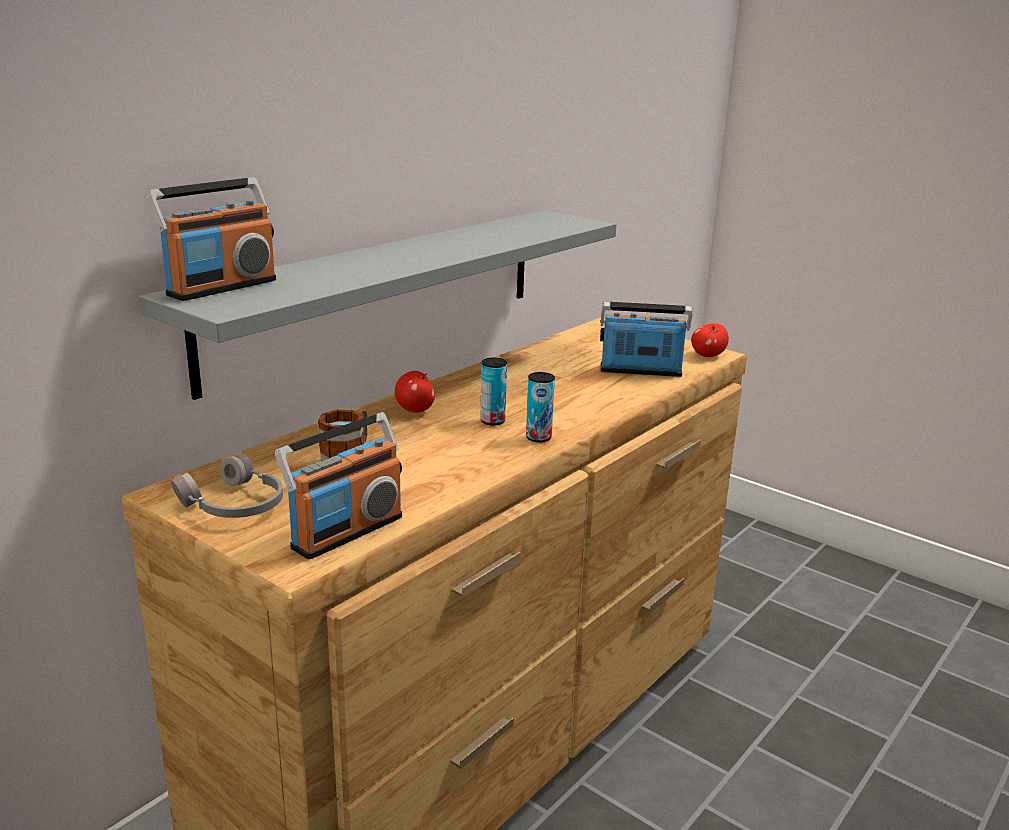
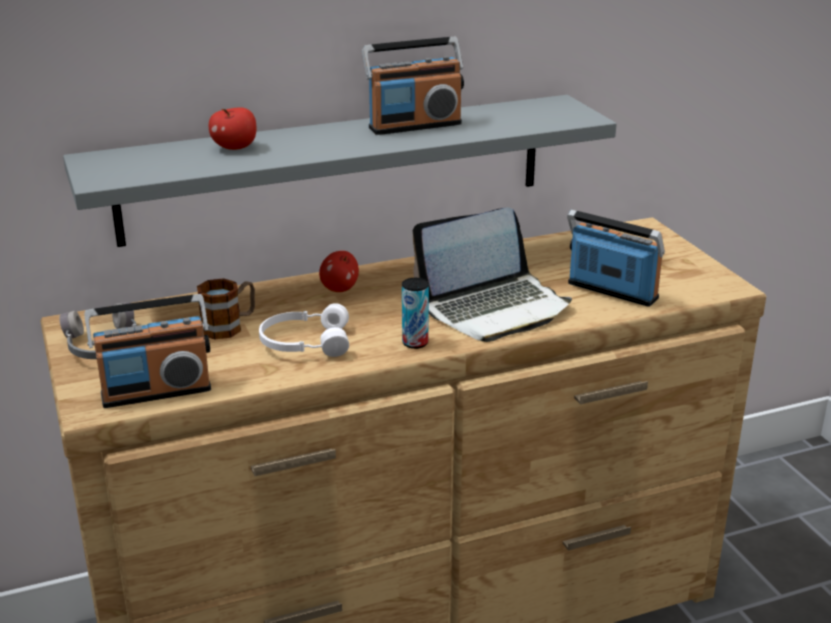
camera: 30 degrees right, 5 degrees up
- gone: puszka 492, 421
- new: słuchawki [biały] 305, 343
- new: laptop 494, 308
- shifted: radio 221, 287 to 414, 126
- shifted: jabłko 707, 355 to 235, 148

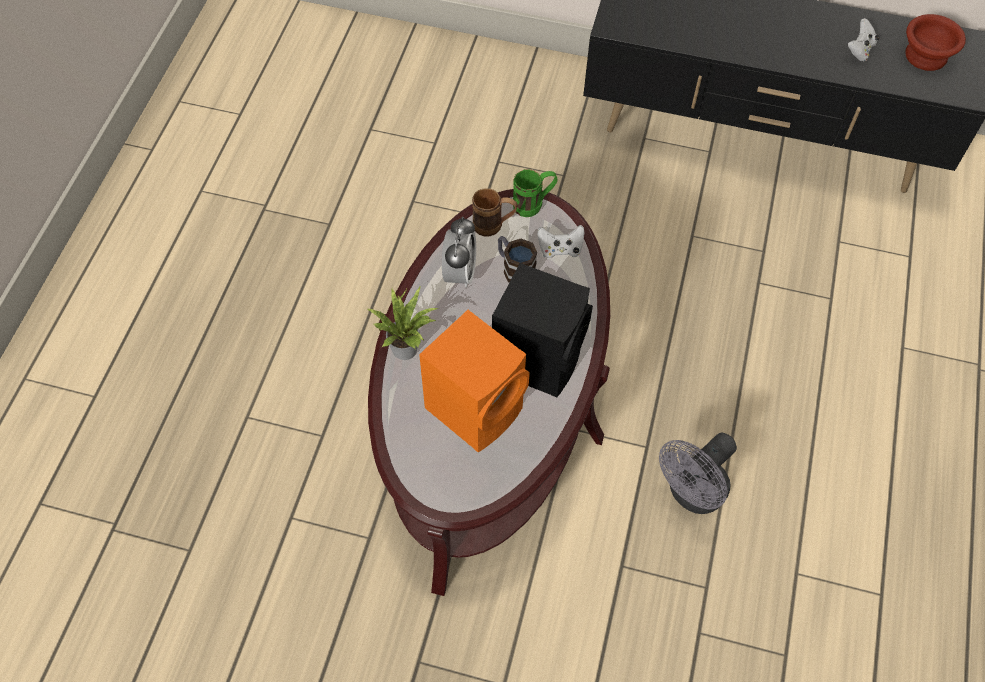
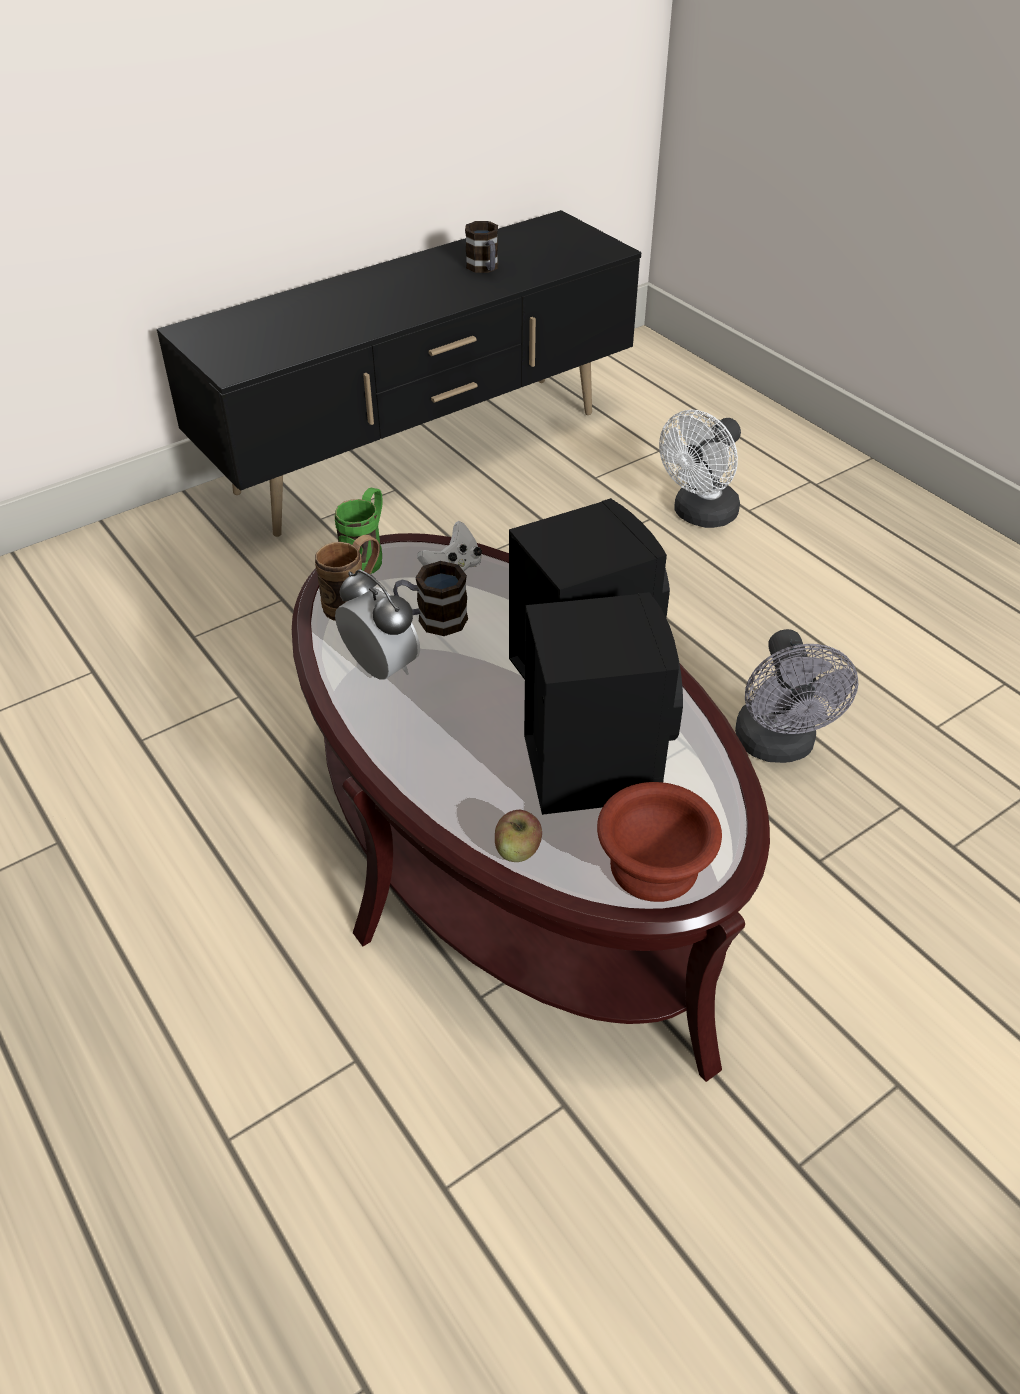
camera: 50 degrees left, 15 degrees down
- gone: roślina doniczkowa 407, 347
- new: jabłko 517, 850
- new: wentylator [biały] 699, 516
- shifted: miska [brązowy] 925, 57 to 655, 870
- swapped: pad do gier [biały] 859, 50 to kubek 484, 268
- repainted: głośnik [pomarańczowy] 477, 407 to głośnik [czarny] 591, 764

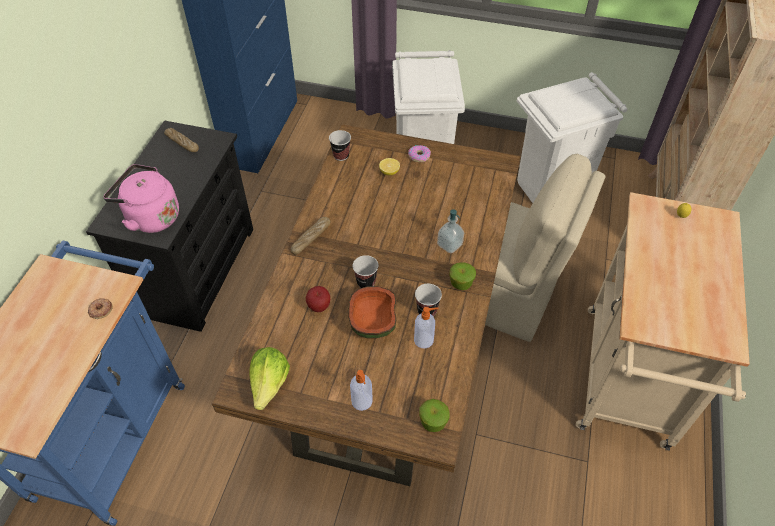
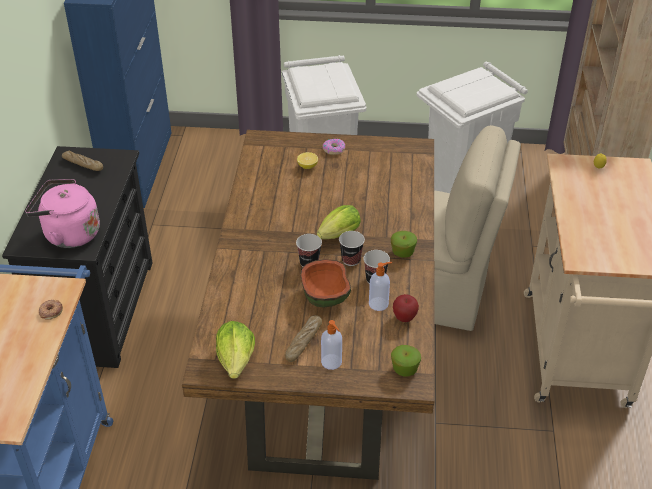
camera: 10 degrees left, 10 degrees down
- gone: dozownik mydła 449, 245
- new: sałata 337, 236
- shifted: chleb 311, 238 to 304, 341
- shifted: jabłko 319, 307 to 404, 318
- shifted: filiżanka 341, 155 to 351, 260

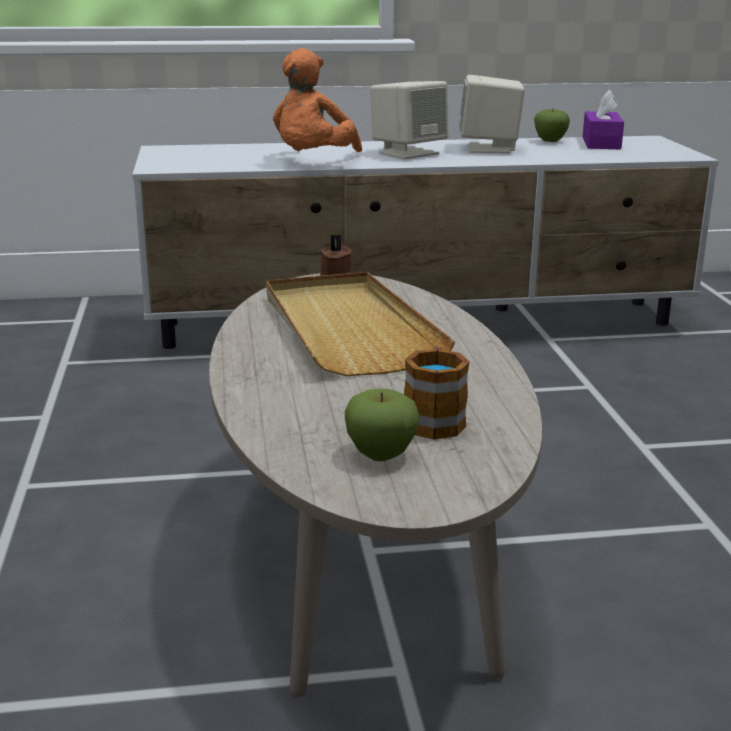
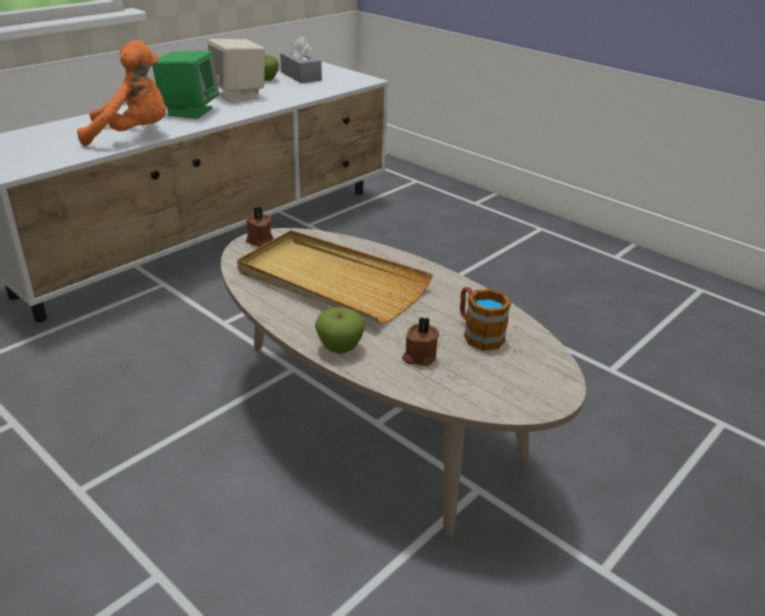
camera: 40 degrees left, 10 degrees up
- new: świeca [brązowy] 419, 356
- shifted: jabłko 381, 454 to 339, 348
- repainted: głośnik [beżowy] 408, 153 to głośnik [zielony] 189, 111
- repainted: pudełko chusteczek [fioletowy] 601, 143 to pudełko chusteczek [szary] 301, 76
- rotated: pluszak [pomarańczowy] 313, 161 = 132, 135 75 degrees counterclockwise

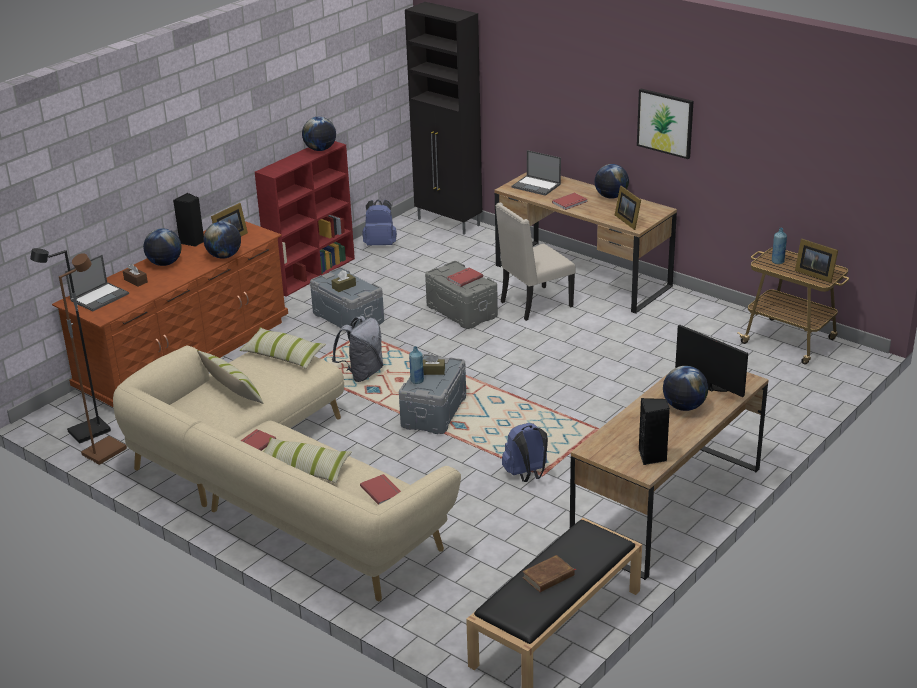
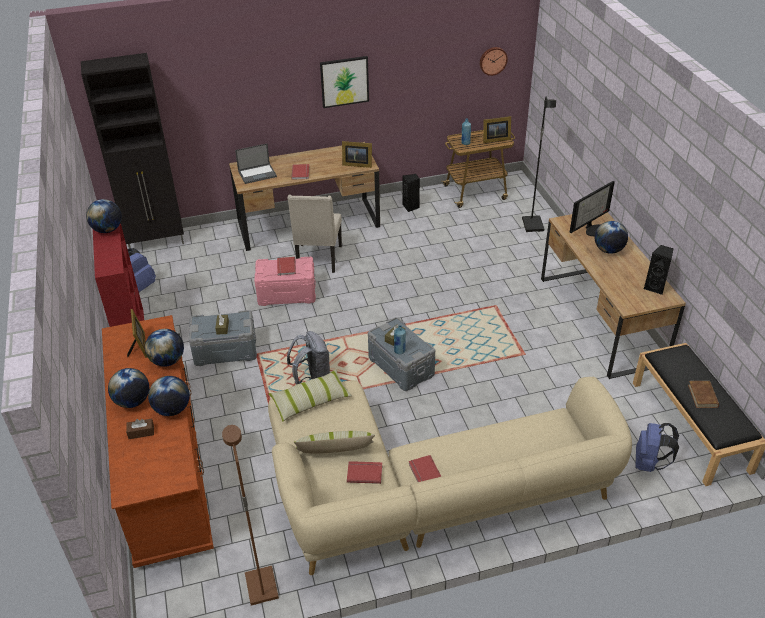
camera: 55 degrees left, 10 degrees up
- gone: laptop 100, 297
- gone: poduszka 303, 468
- new: zegar ścienny 492, 60
- shifted: lampa stojąca [czarny] 89, 432 to 533, 225
- shifted: głośnik [czarny] 192, 242 to 411, 207
- shifted: książka [czerwony] 382, 491 to 364, 472
- shifted: plecak [niebieski] 526, 475 to 649, 463
- shifted: globus 611, 197 to 172, 409
- repainted: pojemnik do przechowywania [szary] 461, 311 to pojemnik do przechowywania [różowy] 287, 294
- rotated: monitor 713, 385 = 593, 229 150 degrees clockwise

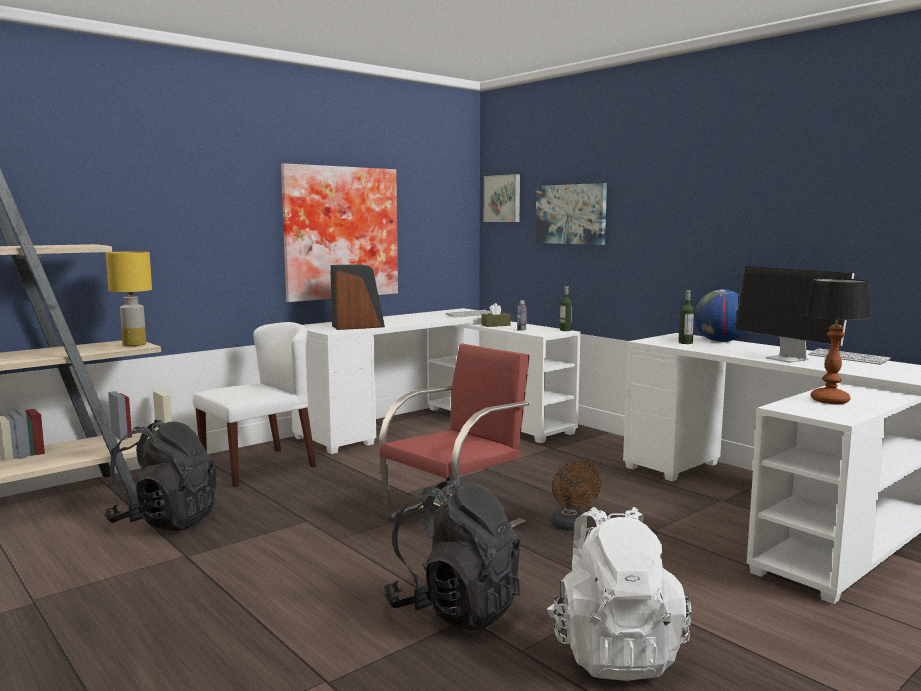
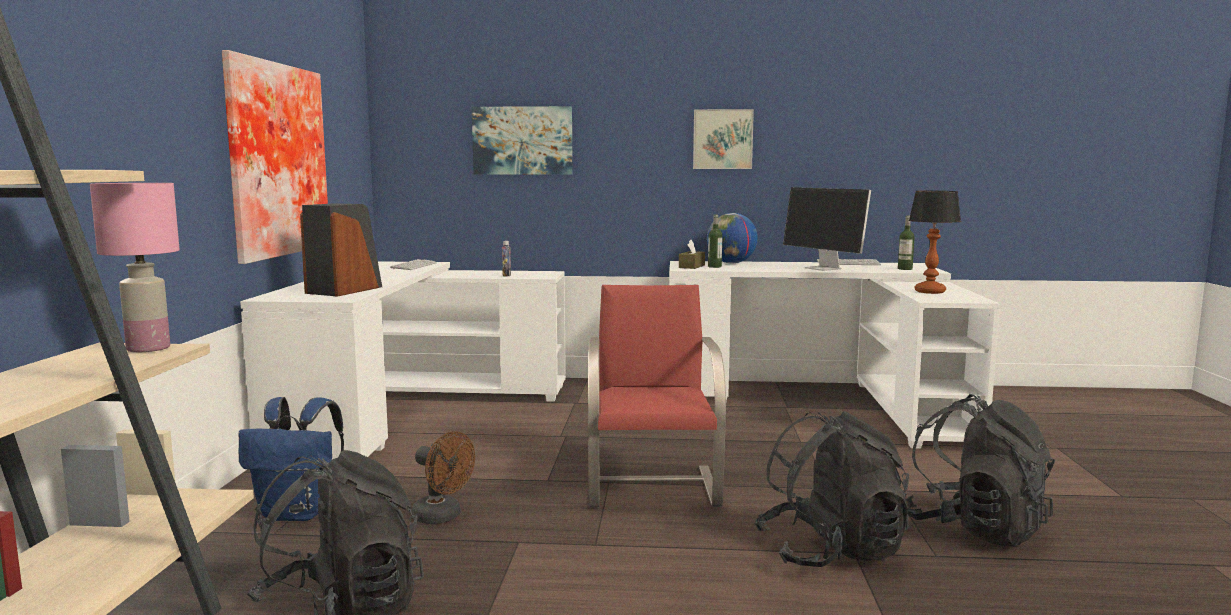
camera: 45 degrees left, 0 degrees up
- shifted: pudełko chusteczek [brązowy] 496, 325 to 691, 266
- shifted: obraz 503, 198 to 722, 139
- shifted: wentylator [brązowy] 571, 527 to 442, 517
- shifted: butelka 565, 330 to 905, 269
- swapped: krzesło [biały] 259, 467 to plecak [niebieski] 299, 513
- repainted: lampa stołowa [żółty] 134, 344 to lampa stołowa [różowy] 147, 348
- repainted: plecak [biały] 614, 651 to plecak [czarny] 974, 528
- rotated: monitor 788, 359 = 824, 268 45 degrees clockwise

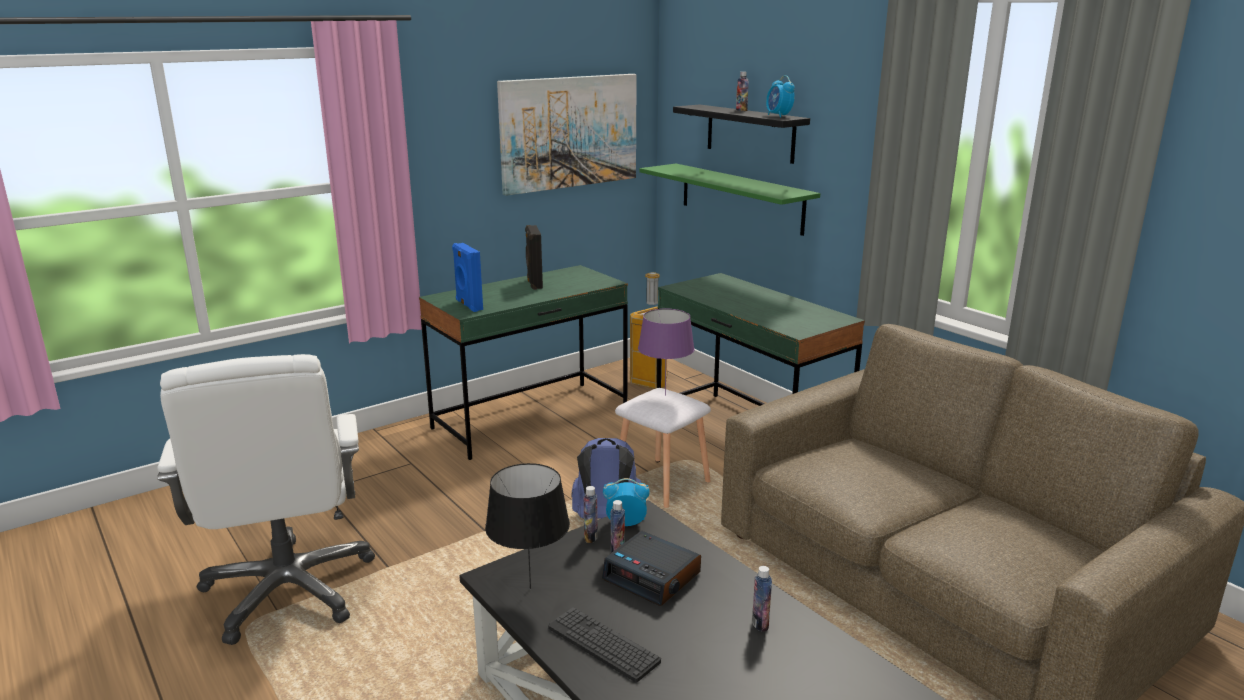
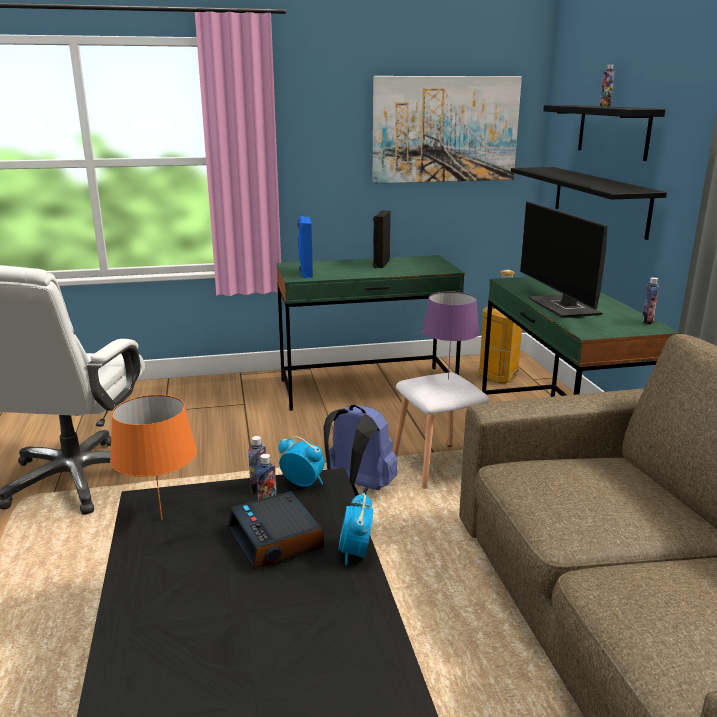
camera: 25 degrees right, 0 degrees up
- gone: klawiatura 603, 644
- new: monitor 564, 307
- shifted: butelka 760, 624 to 647, 322
- shifted: budzik 778, 116 to 355, 553
- repainted: lampa stołowa [czarny] 530, 588 to lampa stołowa [pomarańczowy] 162, 519
- repainted: półka [zielony] 741, 198 to półka [czarny] 599, 200

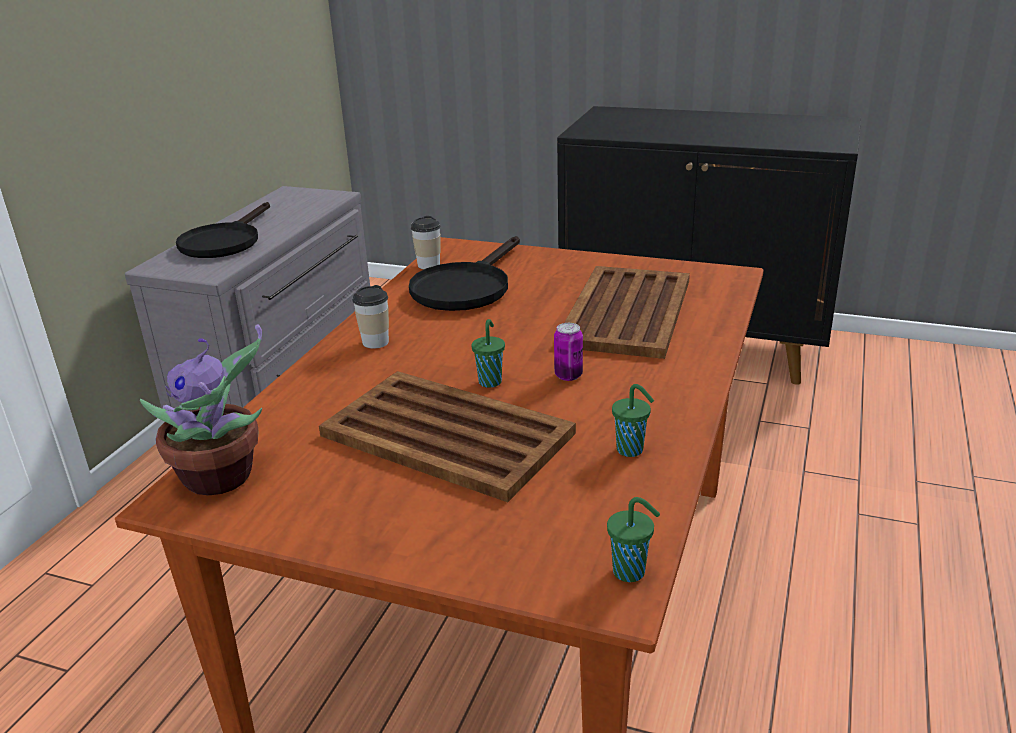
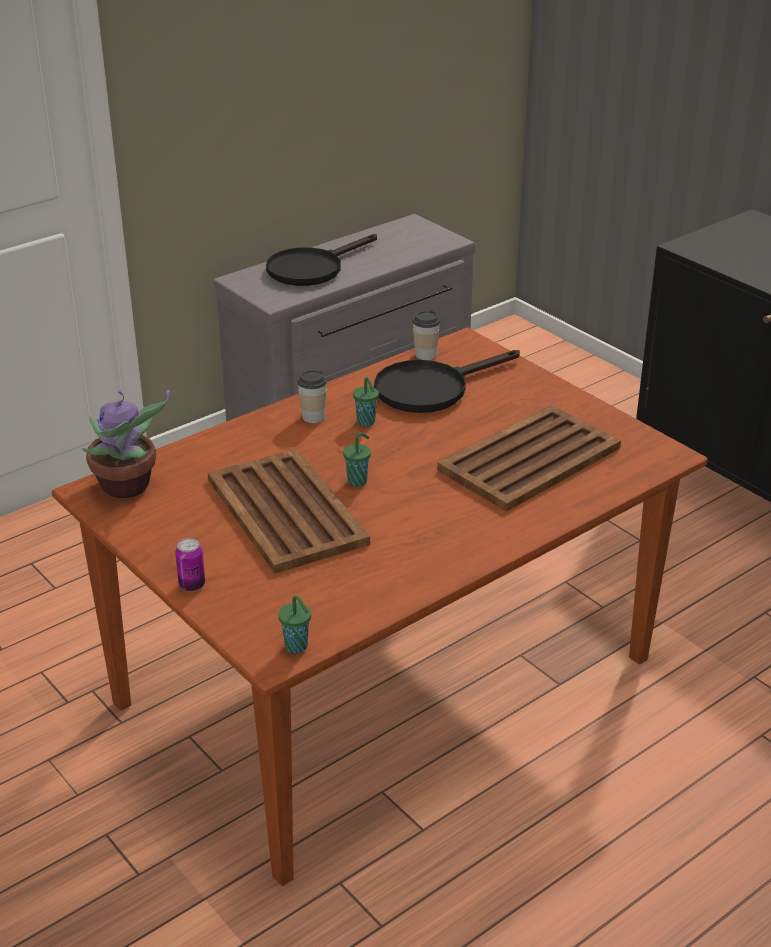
camera: 30 degrees right, 5 degrees up
- shifted: puszka 568, 375 to 192, 585
- shifted: filiżanka [zielony] 631, 450 to 366, 422

